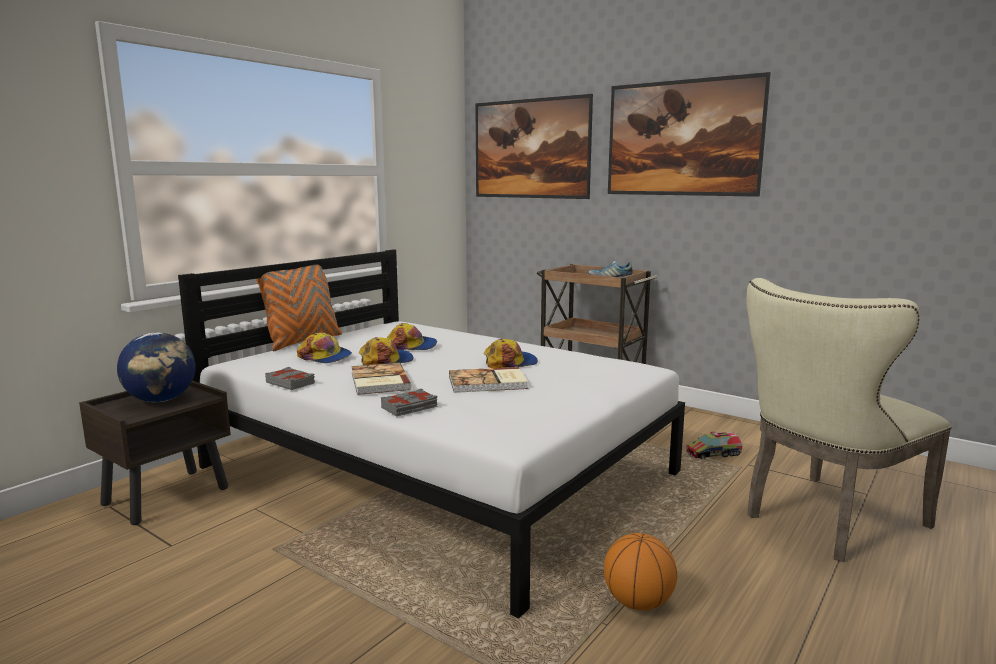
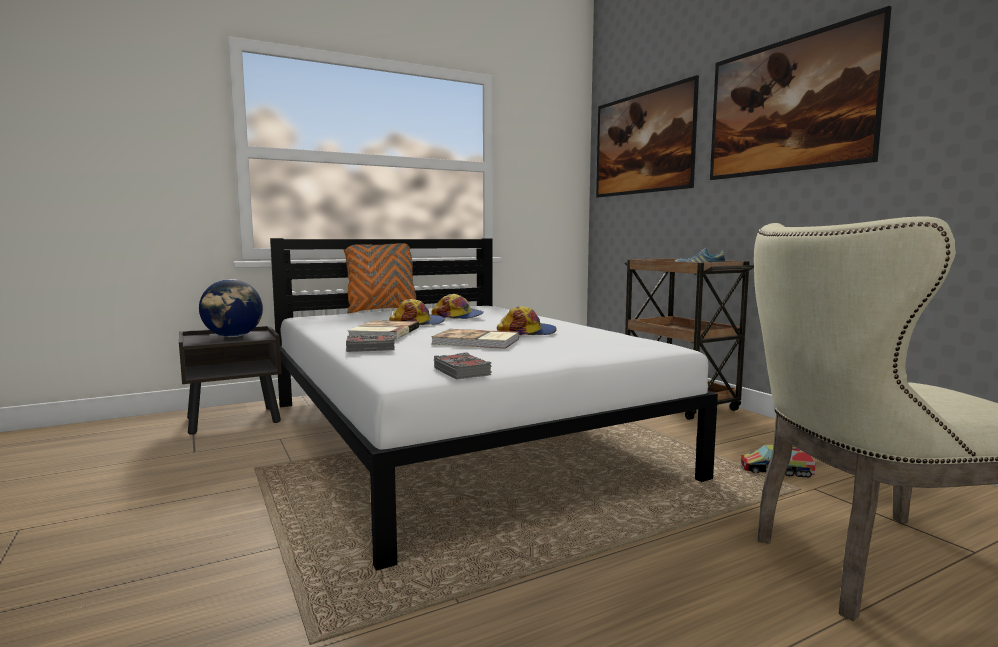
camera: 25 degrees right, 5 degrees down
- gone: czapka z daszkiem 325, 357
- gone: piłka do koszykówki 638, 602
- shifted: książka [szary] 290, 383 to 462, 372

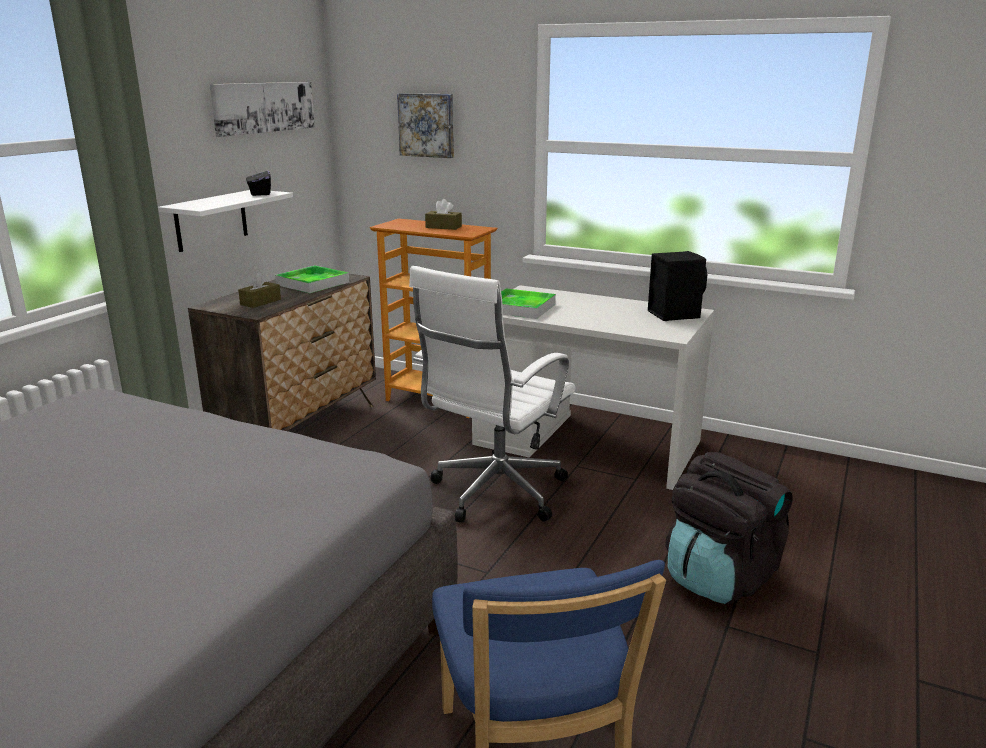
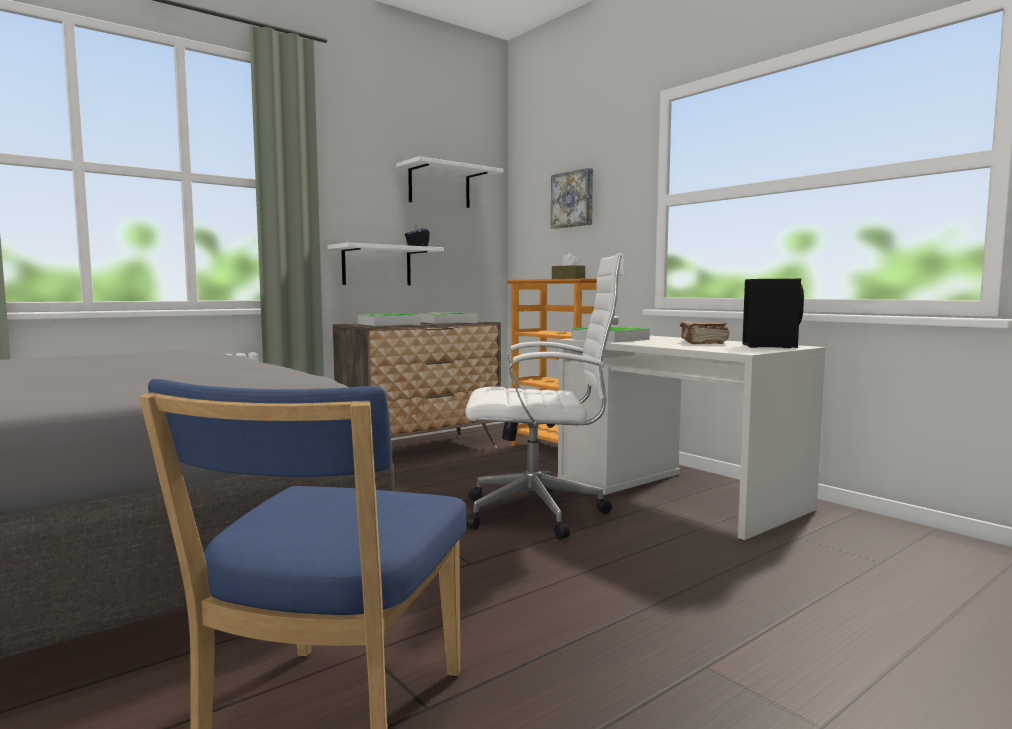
camera: 25 degrees right, 15 degrees down
- gone: plecak [czarny] 720, 576
- new: książka [brązowy] 703, 342
- swapped: obraz 263, 107 to półka [biały] 439, 187
- swapped: pudełko chusteczek [brązowy] 260, 302 to taca 388, 324
- rotated: krzesło biurowe [biały] 494, 494 = 541, 513 150 degrees counterclockwise

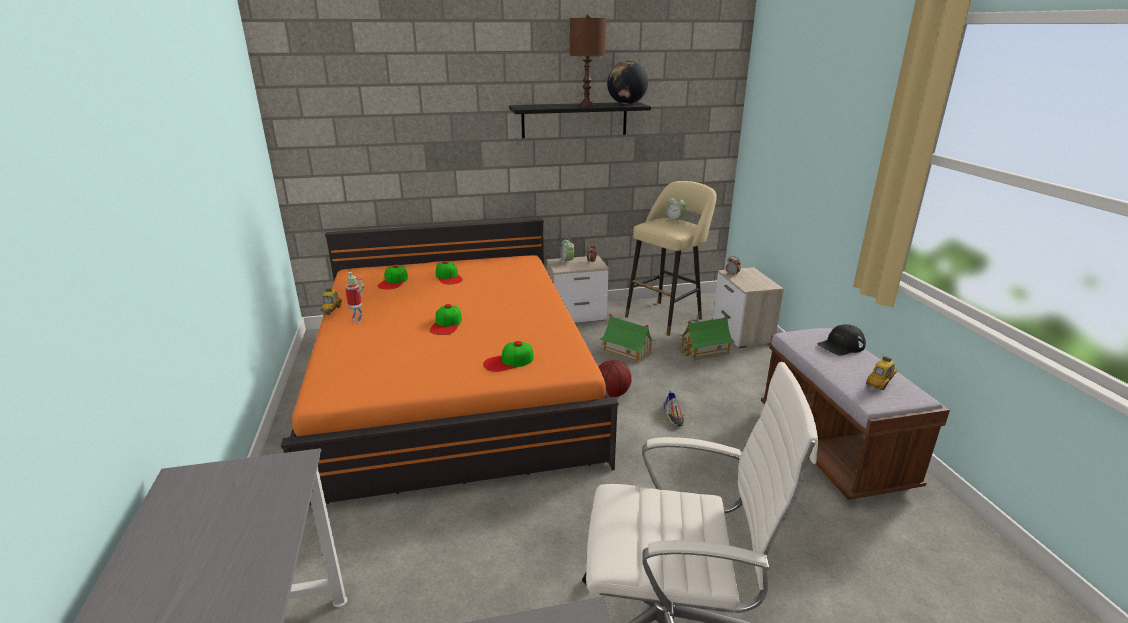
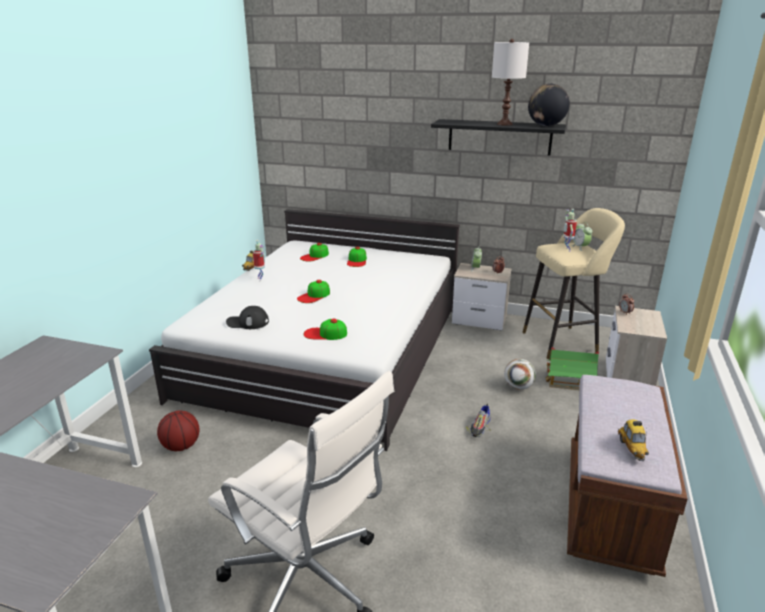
camera: 30 degrees right, 0 degrees up
- gone: domek 626, 352
- new: piłka futbolowa 518, 387
- new: robot zabawkowy 566, 250
- shifted: piłka do koszykówki 612, 394 to 181, 446
- shifted: czapka z daszkiem [czarny] 840, 346 to 247, 322
- repainted: łóżko [pomarańczowy] 453, 385 to łóżko [biały] 329, 349
- repainted: lampa stołowa [brązowy] 586, 105 to lampa stołowa [biały] 504, 124
- rotated: samochodzik 880, 383 = 631, 448 105 degrees clockwise

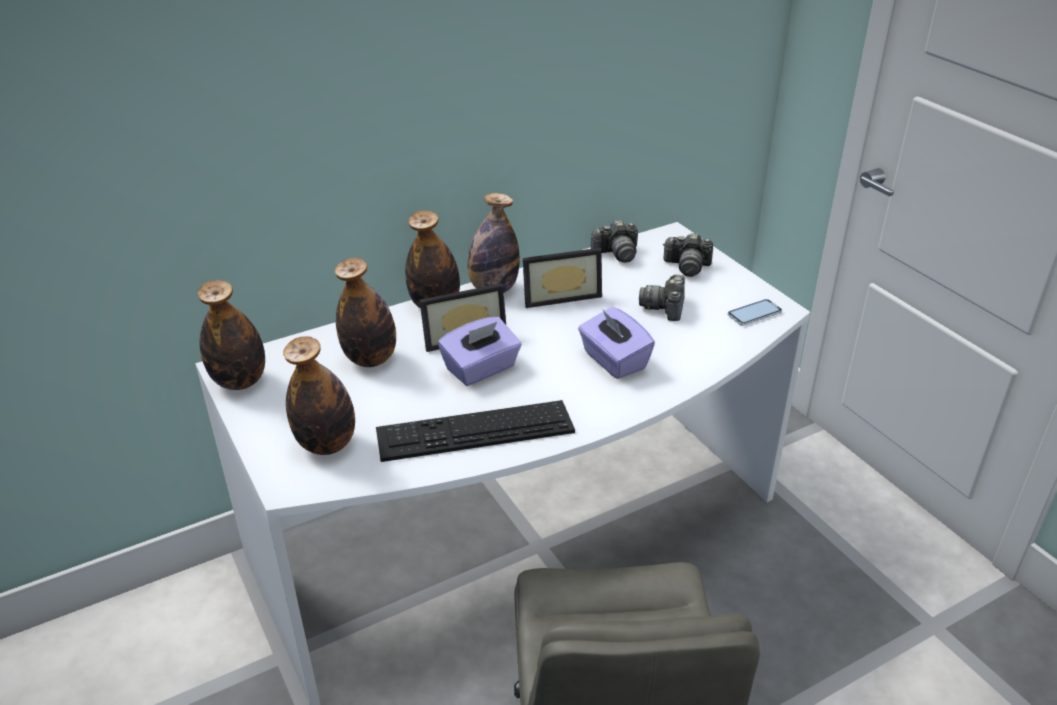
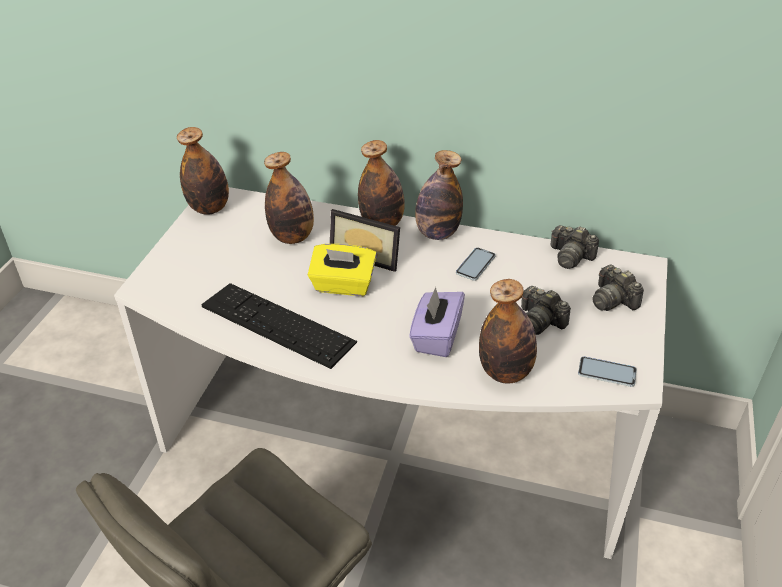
camera: 45 degrees right, 5 degrees up
- shifted: butelka 327, 444 to 505, 372
- swapped: ramka na zdjęcie 560, 295 to telefon 475, 265
- repainted: pudełko chusteczek [fioletowy] 481, 369 to pudełko chusteczek [żółty] 343, 285
- rotated: aparat fotograficzny 665, 307 = 539, 322 105 degrees counterclockwise

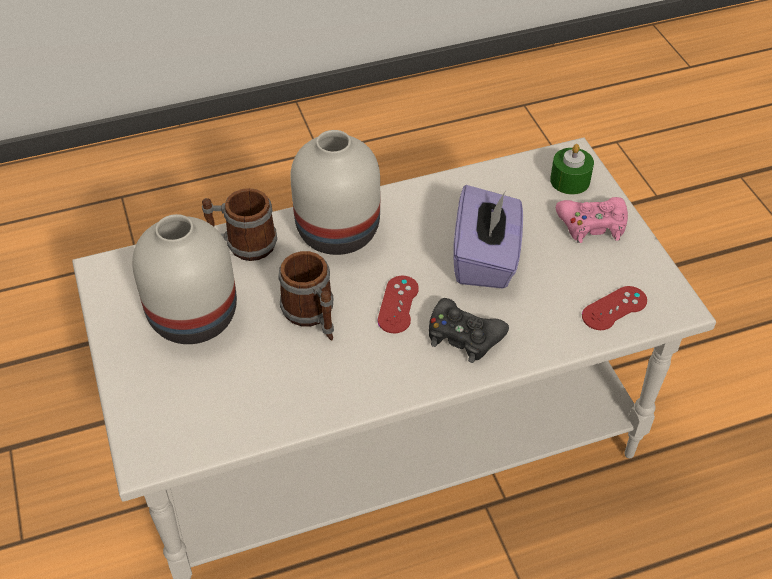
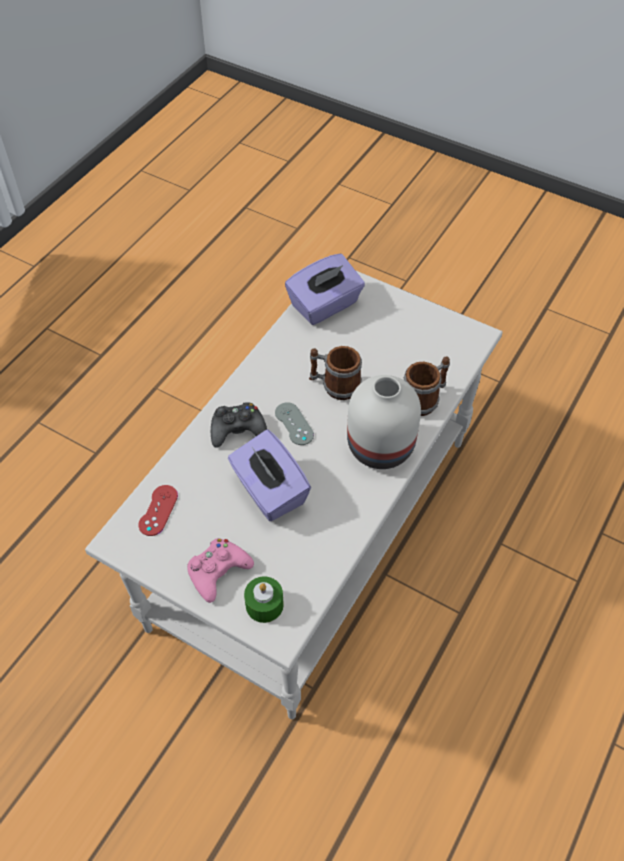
camera: 140 degrees right, 5 degrees up
- gone: wazon [biały] 192, 315
- new: pudełko chusteczek [fioletowy] 325, 305
- repainted: pad do gier [czerwony] 398, 304 to pad do gier [szary] 294, 424

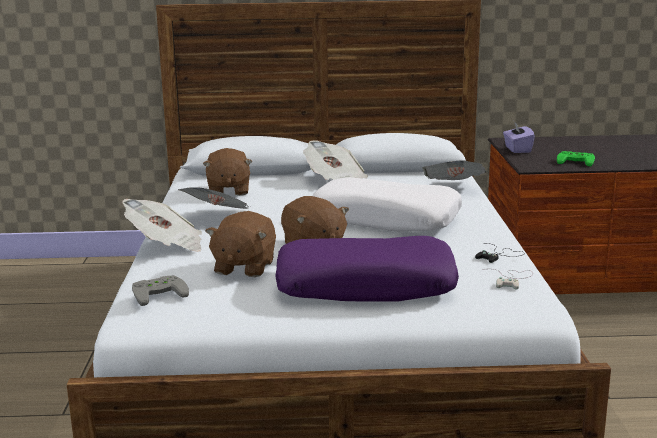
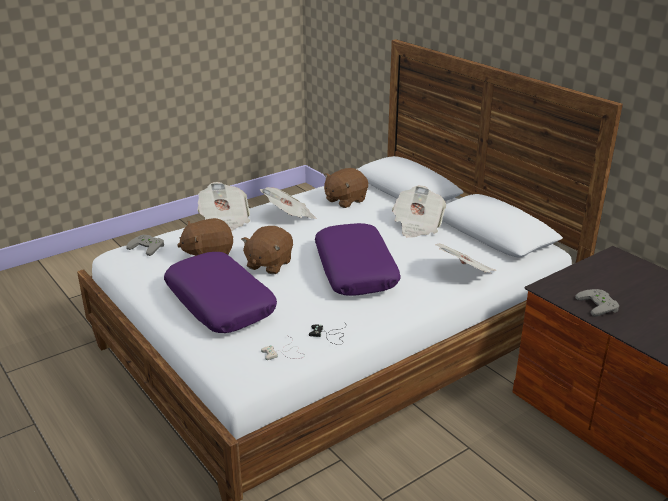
camera: 55 degrees right, 10 degrees up
- gone: pudełko chusteczek [fioletowy] 517, 149
- repainted: poduszka [biały] 386, 219 to poduszka [fioletowy] 356, 270
- repainted: pad do gier [zielony] 576, 161 to pad do gier [szary] 600, 305

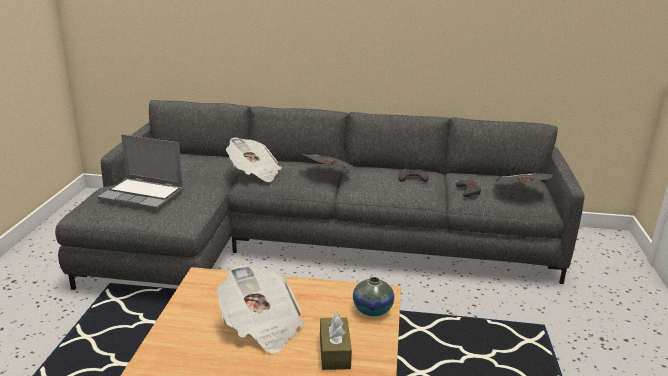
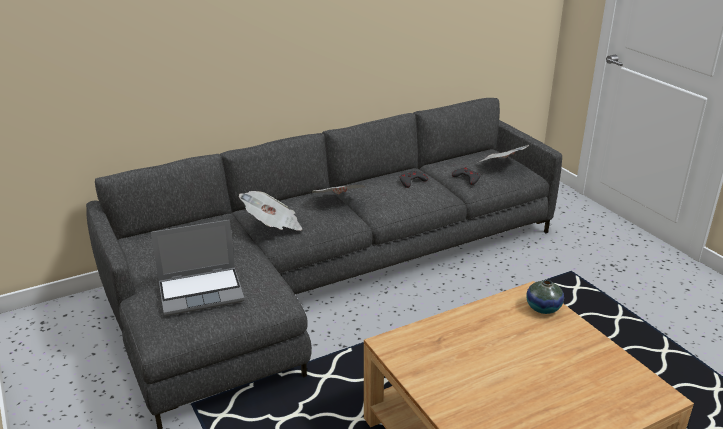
camera: 35 degrees left, 5 degrees up
- gone: gazeta 261, 326
- gone: pudełko chusteczek [brązowy] 334, 352

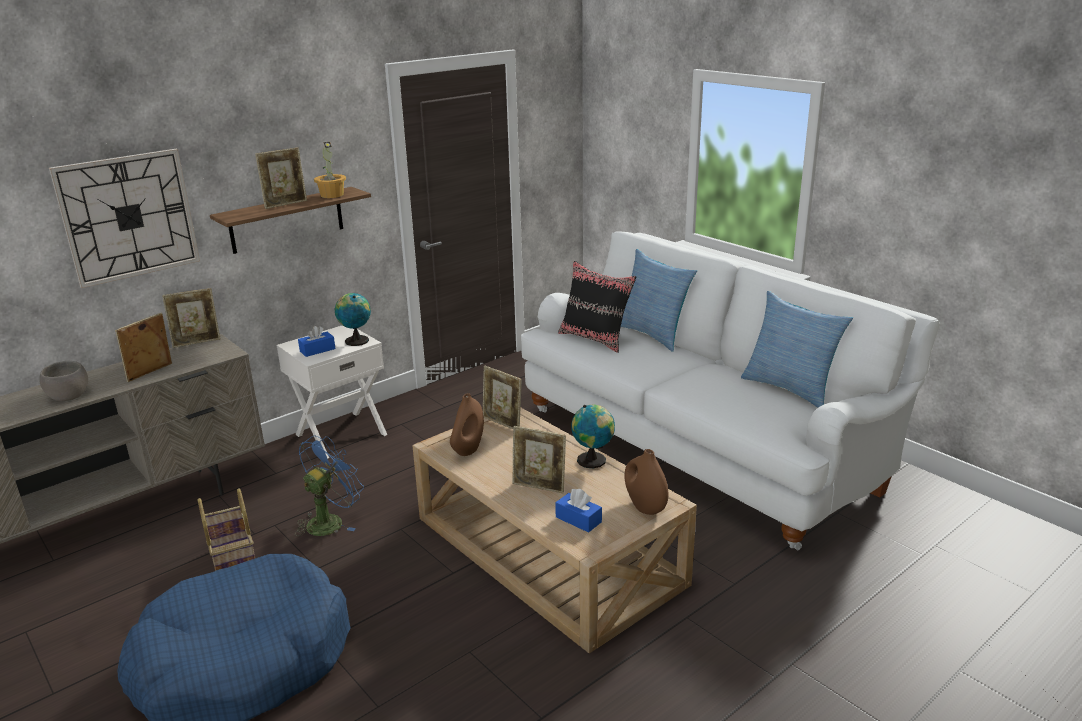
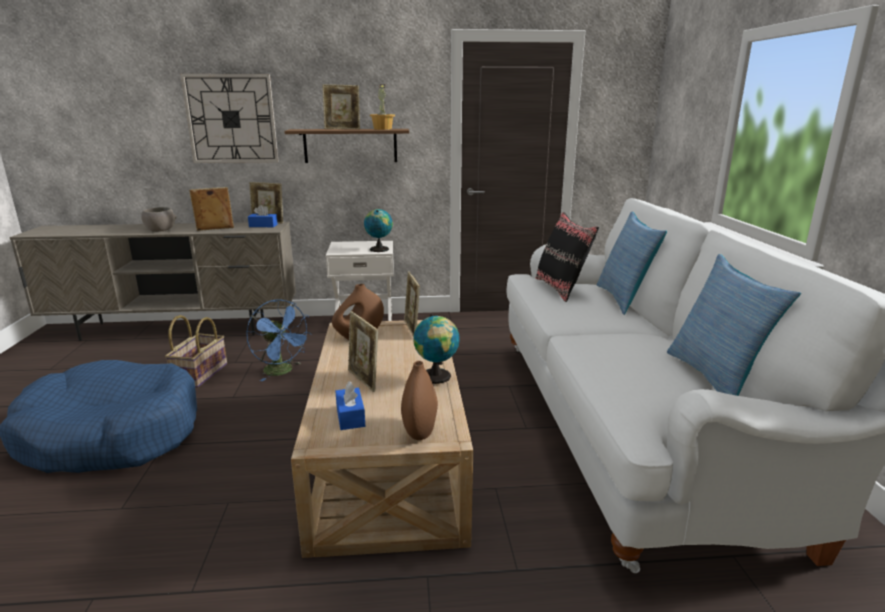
camera: 35 degrees right, 5 degrees down
- shifted: pudełko chusteczek [niebieski] 317, 350 to 263, 225
- rotated: wentylator [niebieski] 330, 521 = 282, 371 60 degrees clockwise

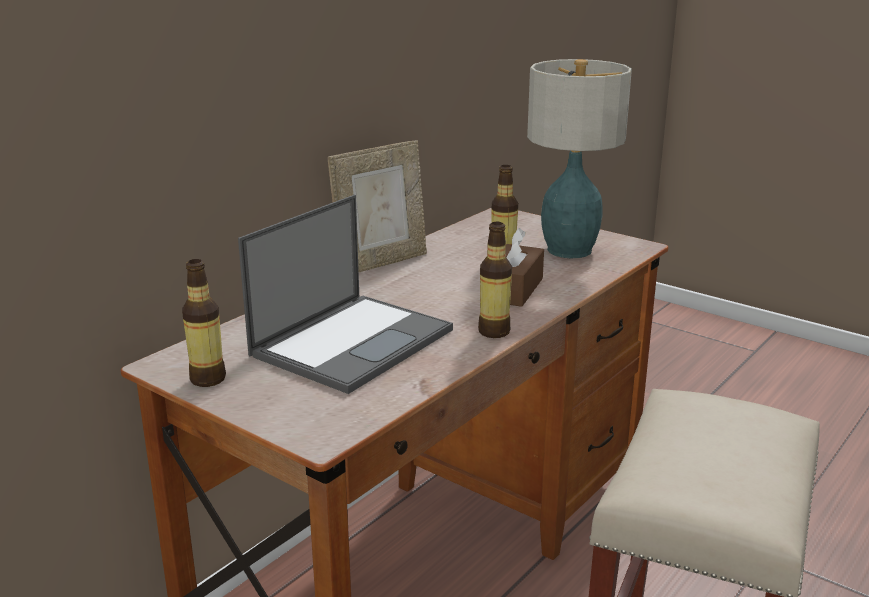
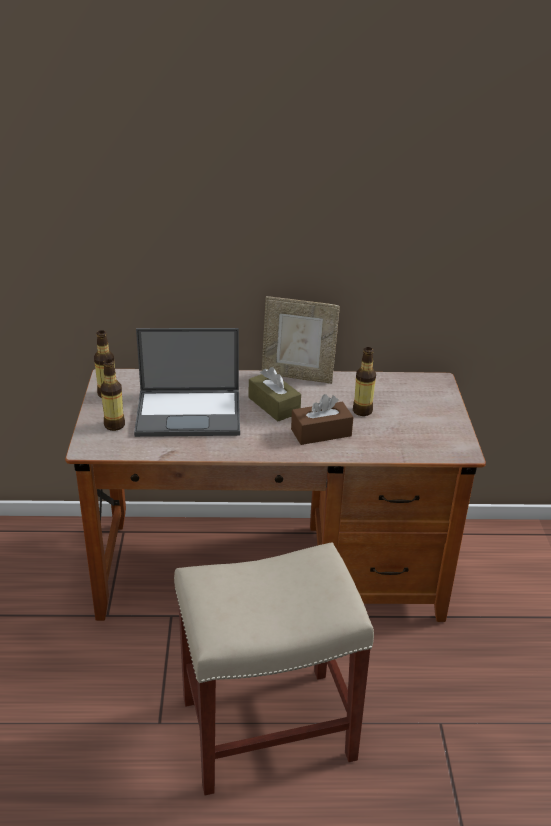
camera: 50 degrees right, 10 degrees up
- gone: lampa stołowa 568, 250
- new: pudełko chusteczek [brązowy] 274, 405
- shifted: butelka 494, 332 to 114, 425

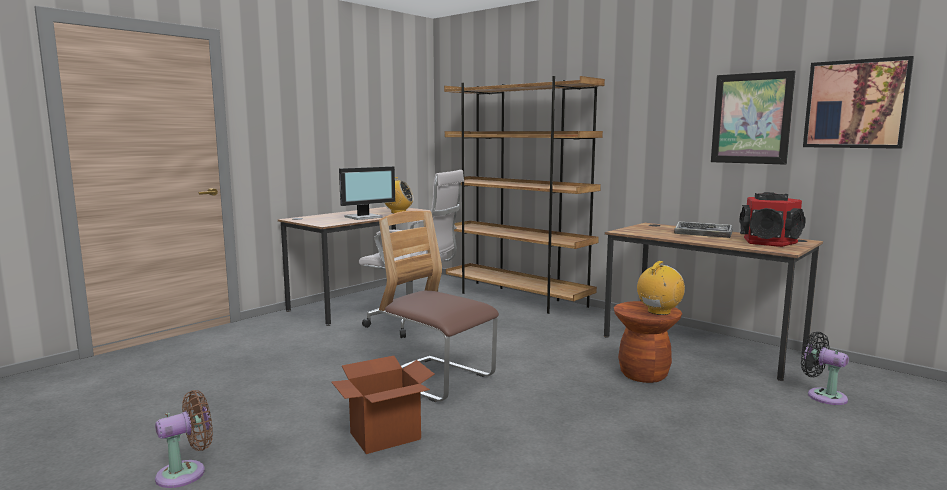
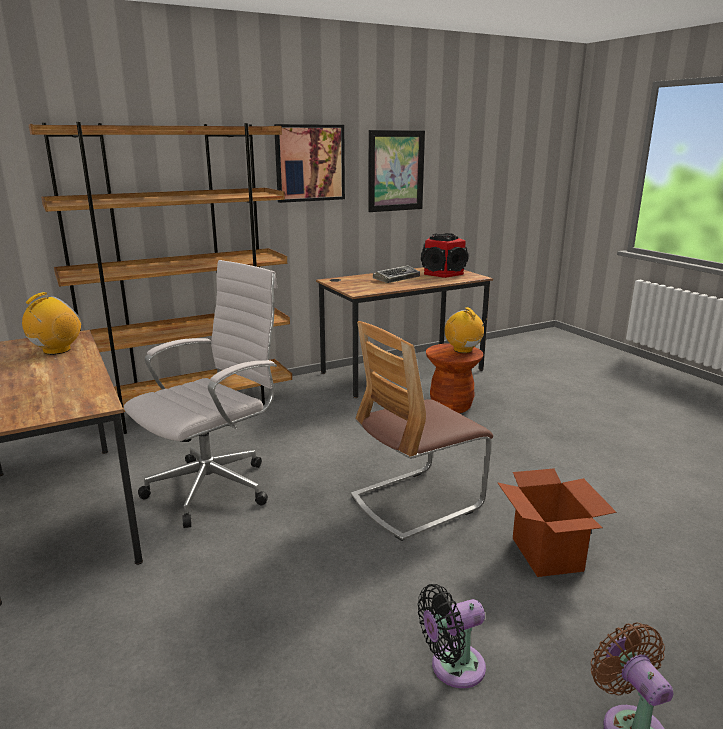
camera: 70 degrees left, 10 degrees up
- gone: monitor 364, 217
- shifted: wentylator [czarny] 822, 396 to 452, 667
- shifted: obraz 855, 104 to 309, 163

